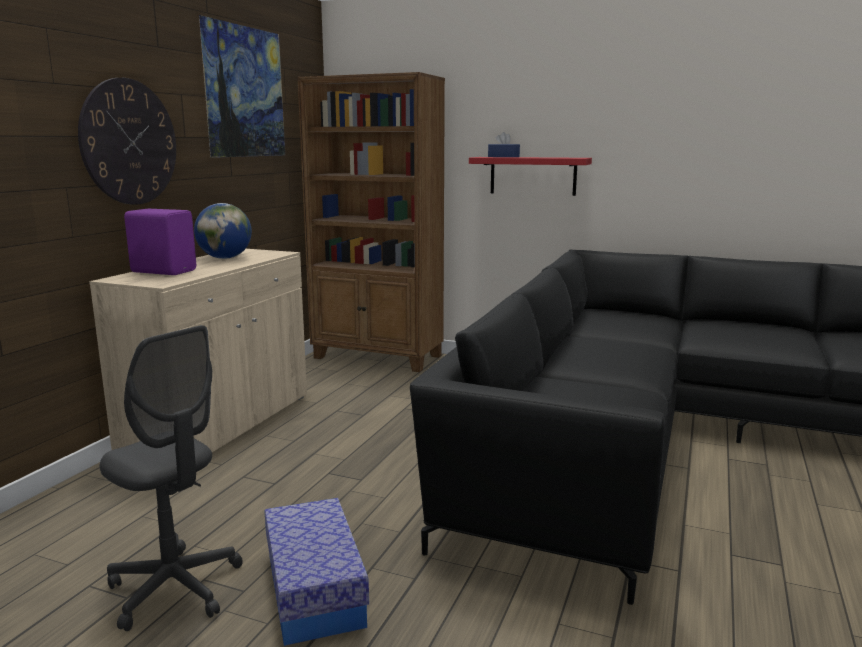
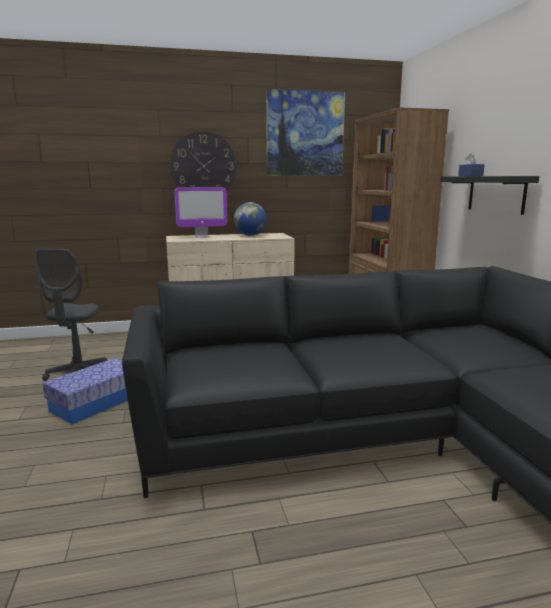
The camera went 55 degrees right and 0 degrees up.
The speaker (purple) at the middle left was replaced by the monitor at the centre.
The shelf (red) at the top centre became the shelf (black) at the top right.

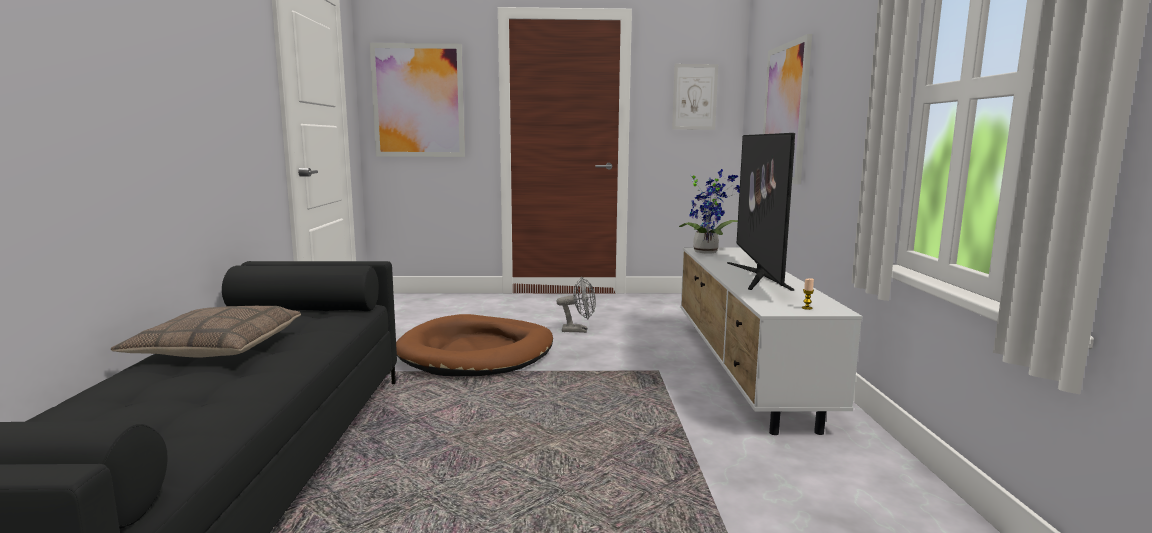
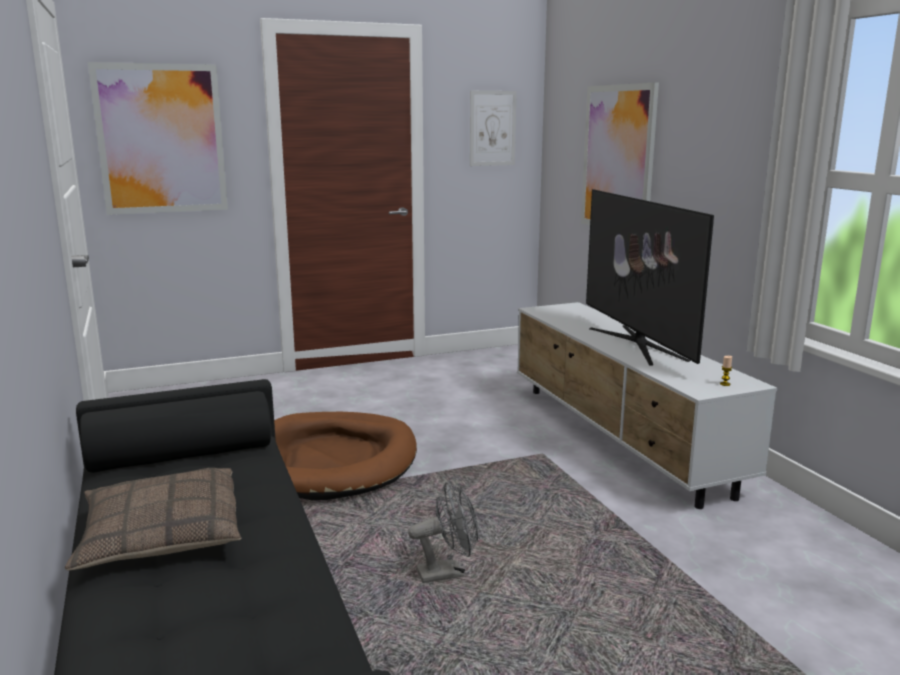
The camera went 20 degrees left and 5 degrees up.
The potted plant at the centre disappeared.
The fan (grey) moved from the centre to the bottom centre.

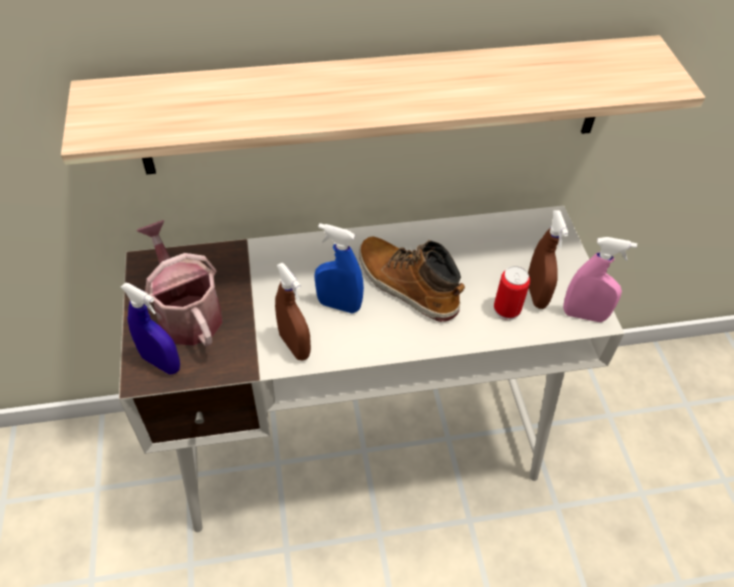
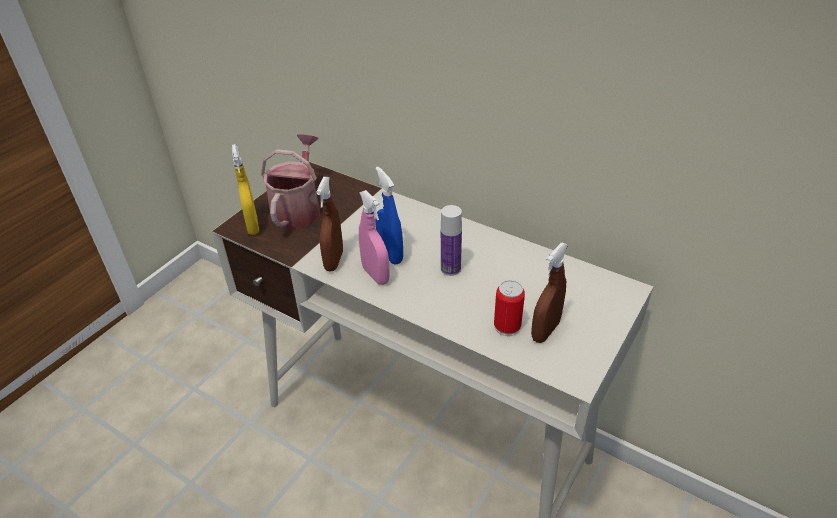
The camera went 45 degrees right and 10 degrees down.
The shelf at the top centre disappeared.
The spray bottle (pink) moved from the middle right to the centre.
The boot at the centre was replaced by the bottle at the centre.
The spray bottle (blue) (1st from left) at the middle left became the spray bottle (yellow) at the middle left.

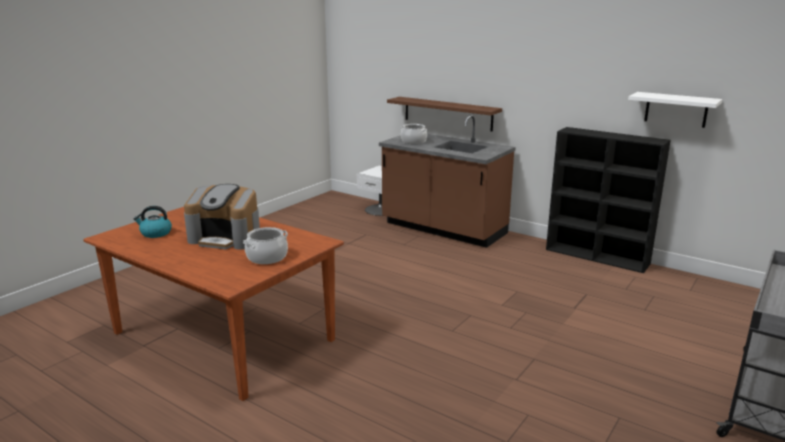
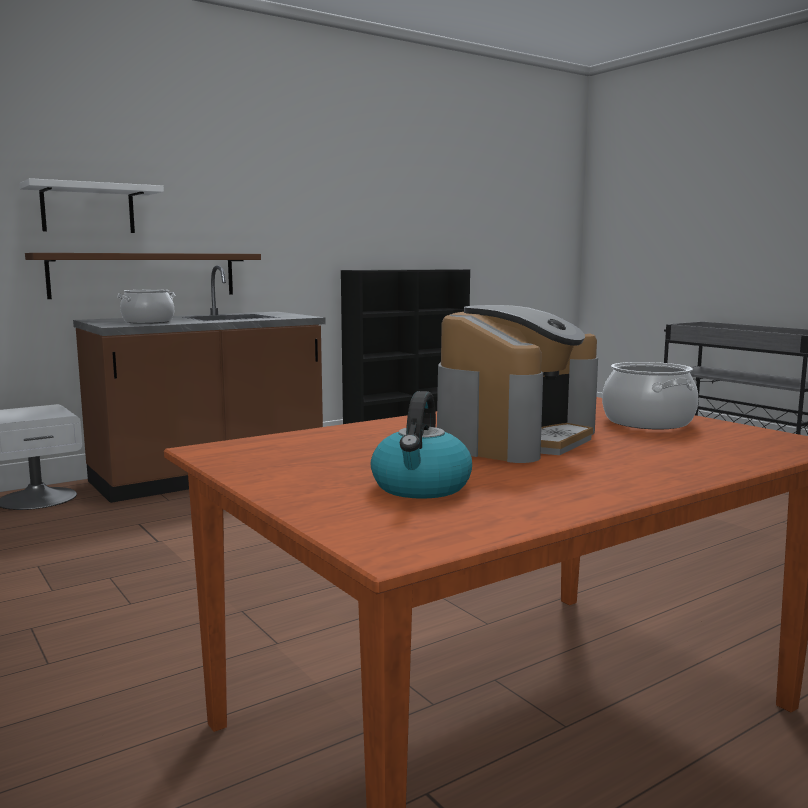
The camera went 70 degrees left and 10 degrees down.
The shelf (white) moved from the top right to the top left.

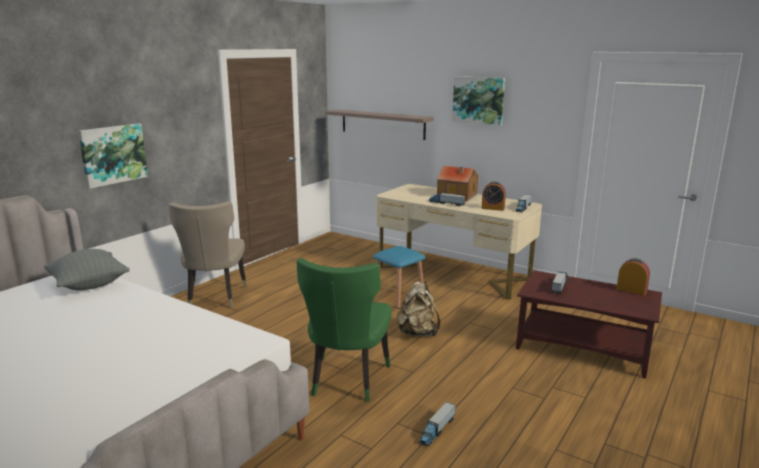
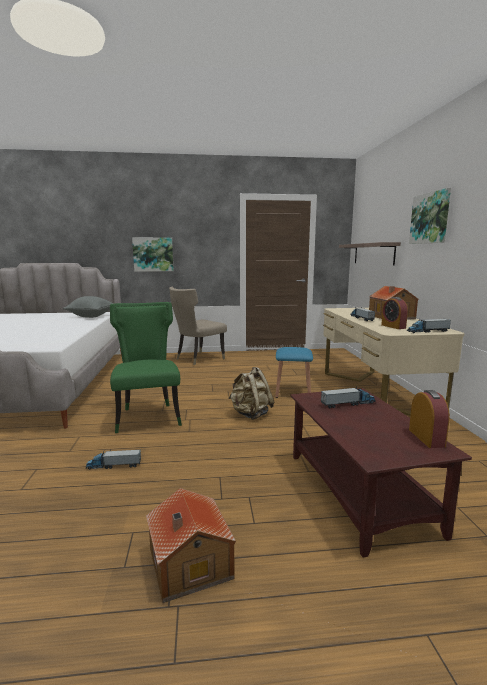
The camera went 50 degrees right and 5 degrees down.
The toy house (1st from left) at the bottom centre appeared.
The chair (green) at the bottom centre turned 105 degrees clockwise.

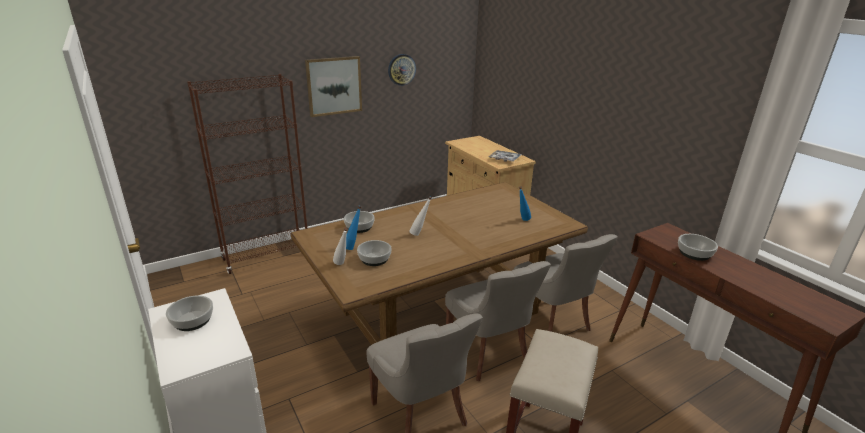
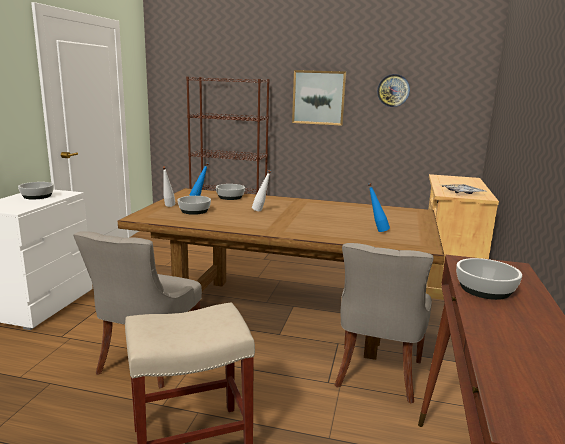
The camera went 45 degrees right and 10 degrees down.
The chair (grey) (2nd from left) at the bottom centre disappeared.

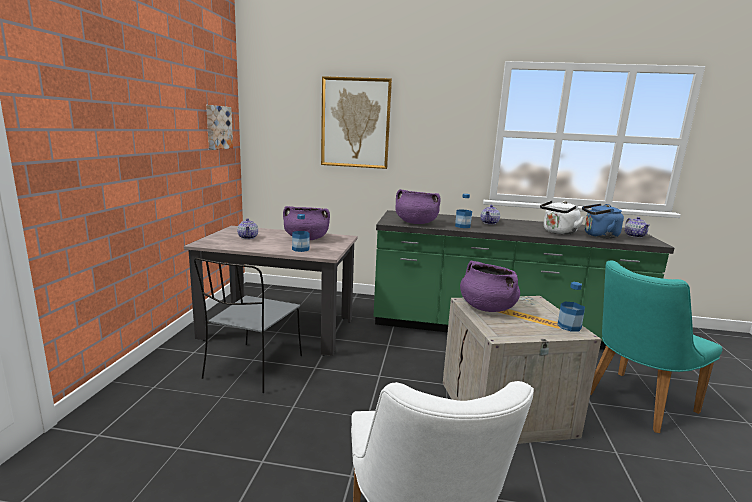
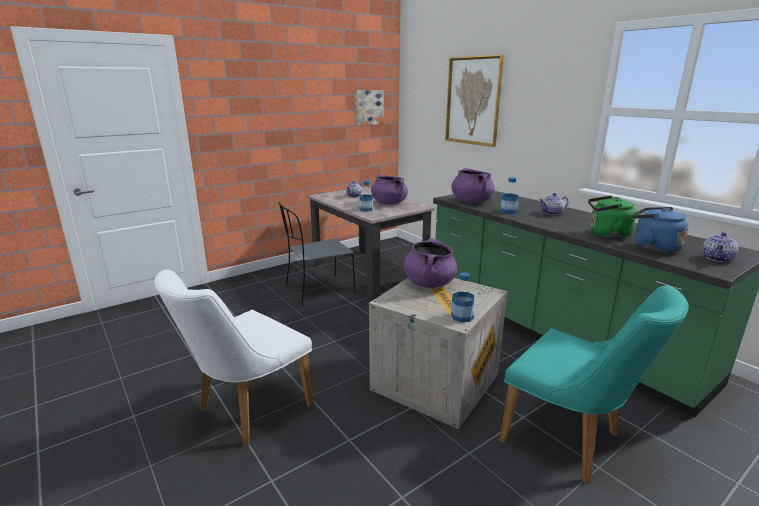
The camera went 45 degrees right and 5 degrees up.
The kettle (white) at the middle right became the kettle (green) at the middle right.
The chair (turquoise) at the bottom right turned 150 degrees counterclockwise.

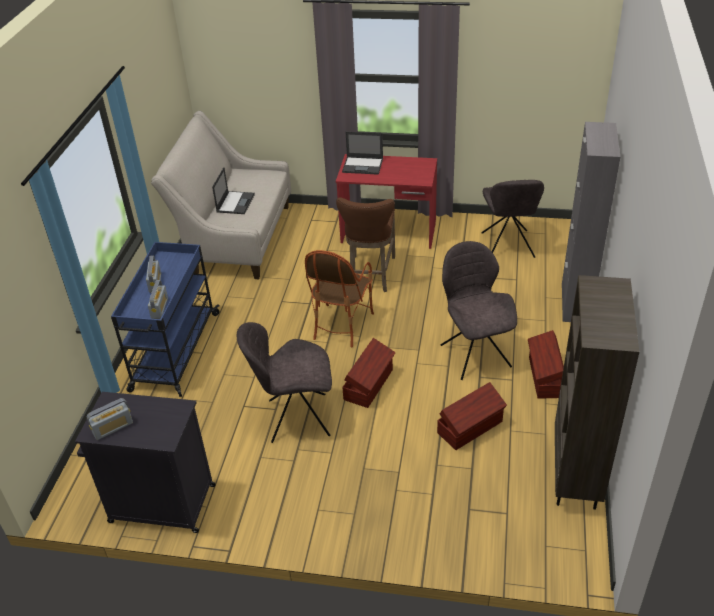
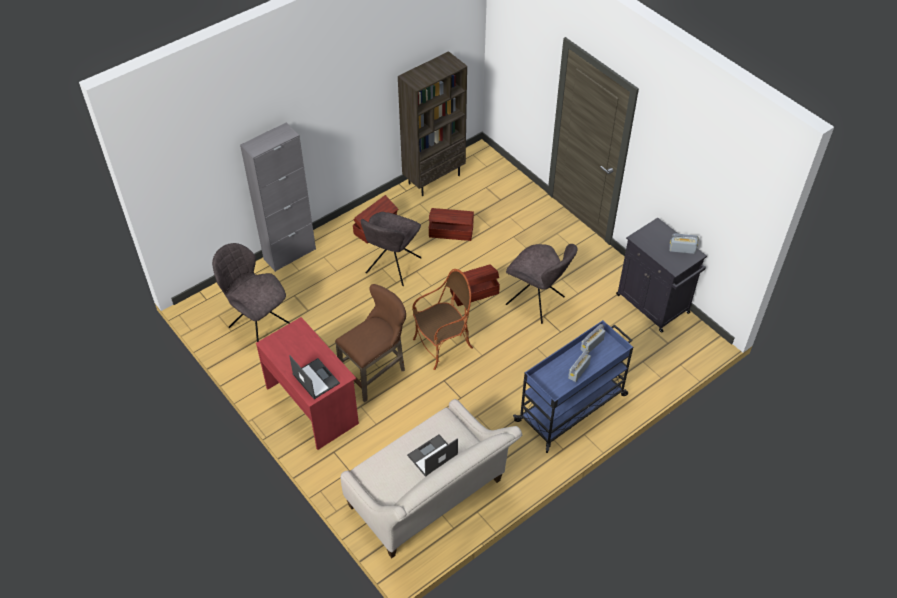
The camera went 140 degrees left and 10 degrees up.
The chair (grey) (3rd from left in the first image) at the middle right turned 90 degrees counterclockwise.

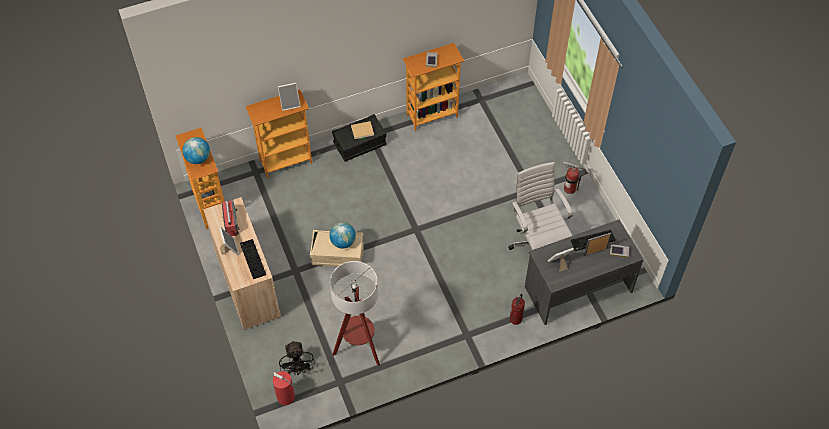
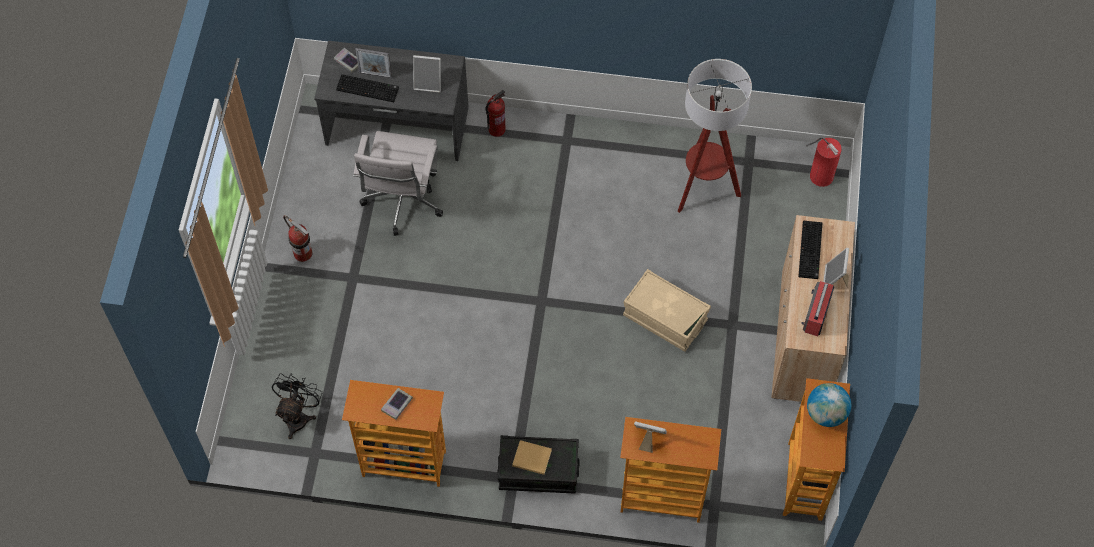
The camera went 150 degrees left and 5 degrees up.
The globe (2nd from left) at the centre disappeared.
The fan (black) moved from the bottom centre to the bottom left.

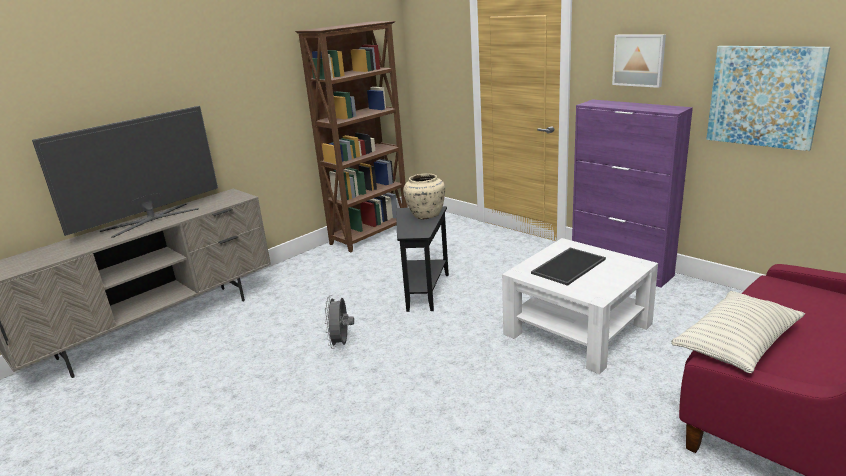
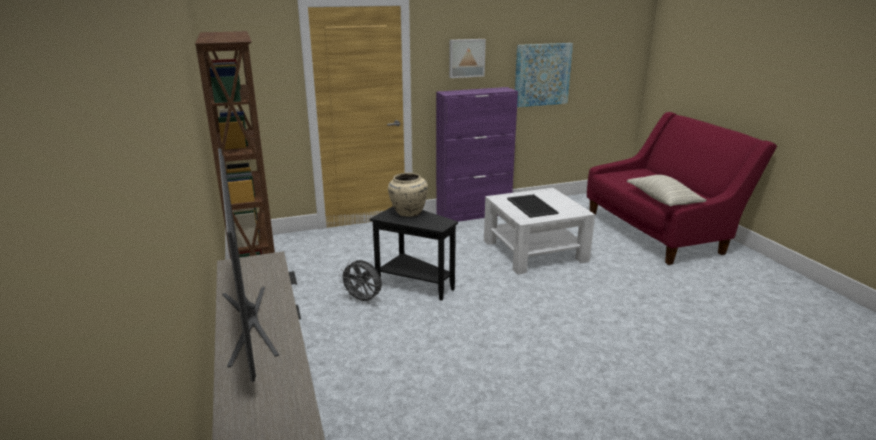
The camera went 65 degrees left and 0 degrees up.
The fan (grey) moved from the bottom centre to the centre.

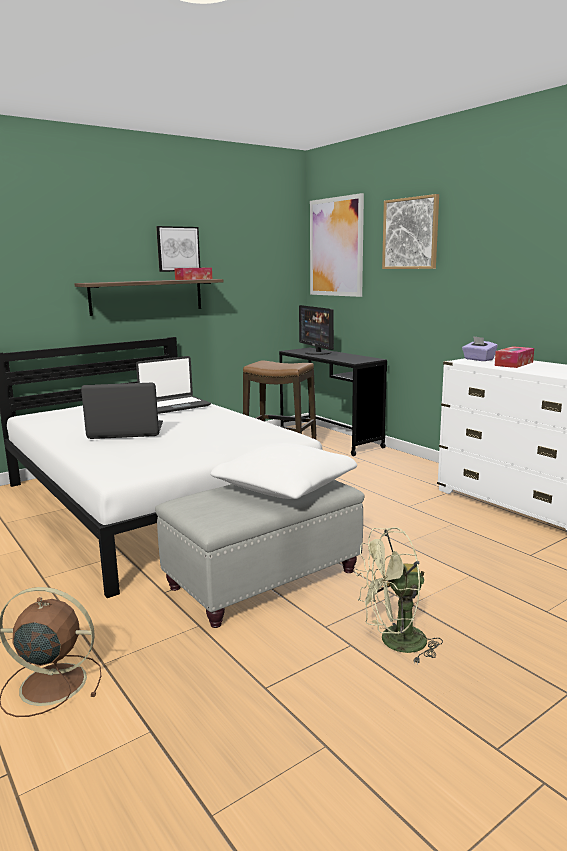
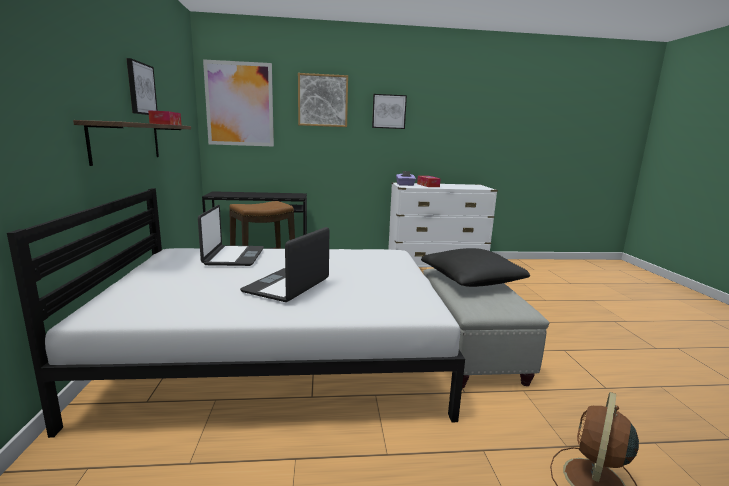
The camera went 60 degrees left and 0 degrees up.
The monitor at the centre disappeared.
The fan (green) at the bottom right disappeared.
The picture (4th from left) at the top centre appeared.
The pillow (white) at the centre became the pillow (black) at the centre.

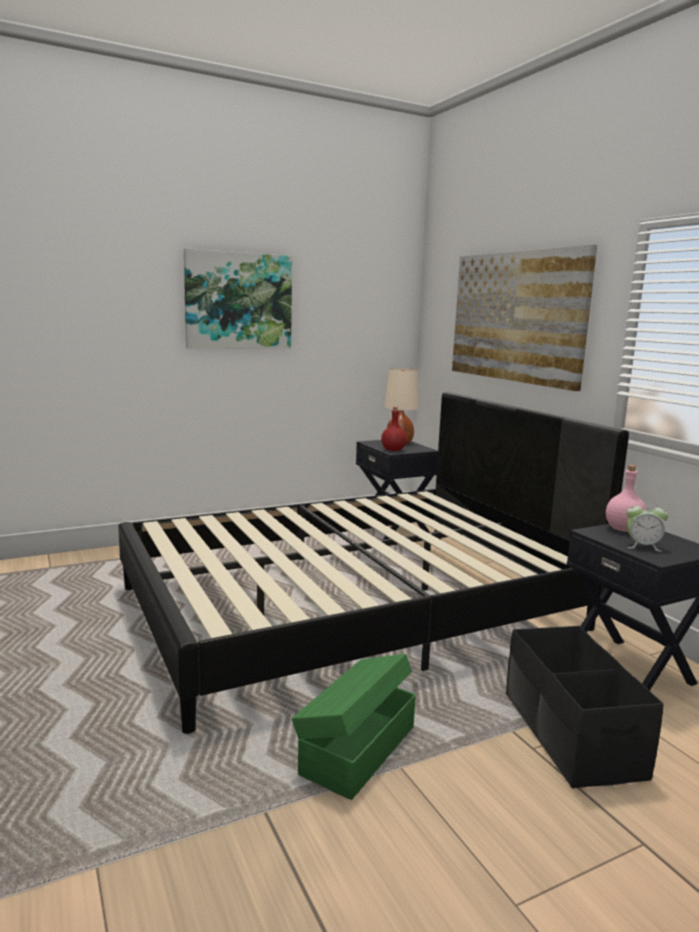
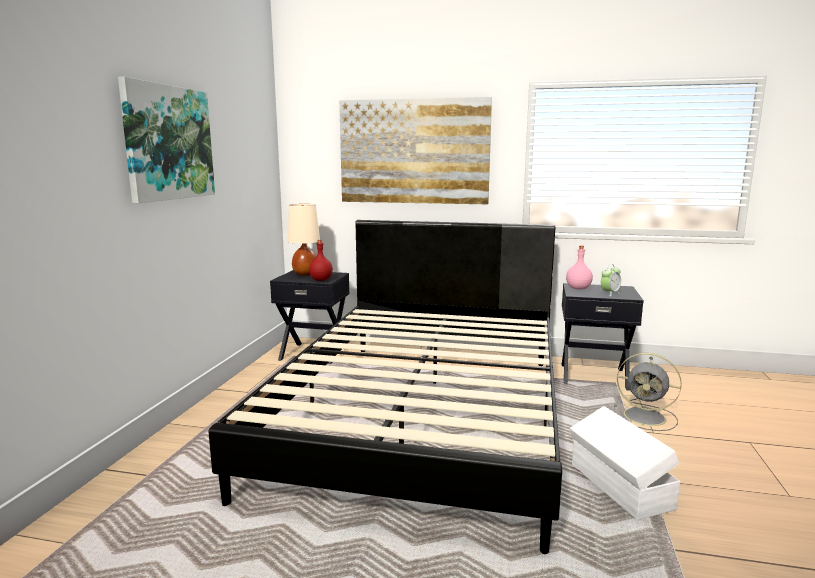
The camera went 50 degrees left and 0 degrees up.
The storage box (black) at the bottom right was replaced by the fan (grey) at the bottom right.
The storage box (green) at the bottom centre became the storage box (white) at the bottom right.

